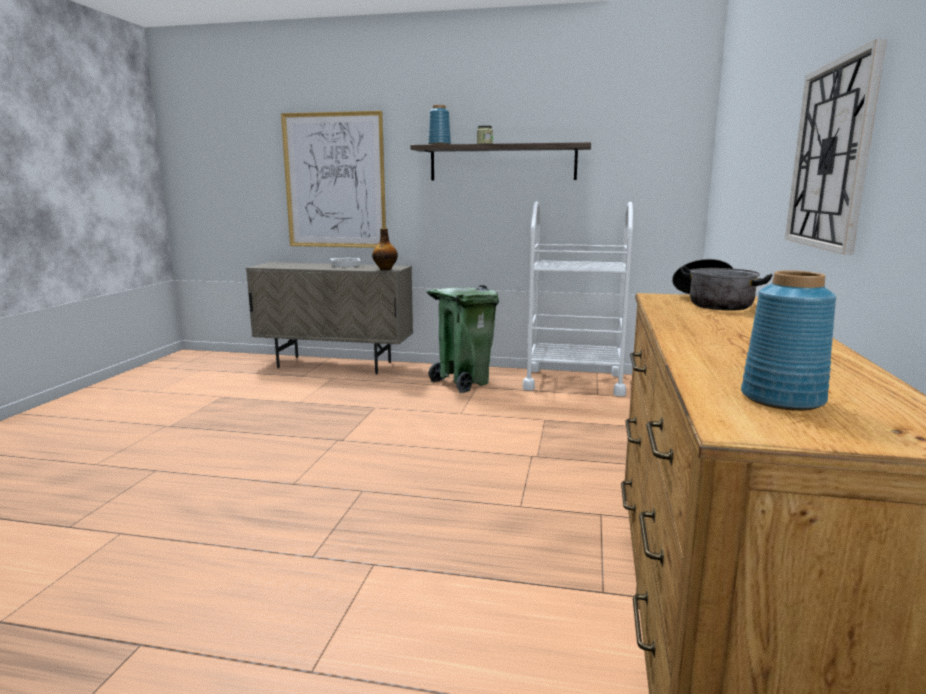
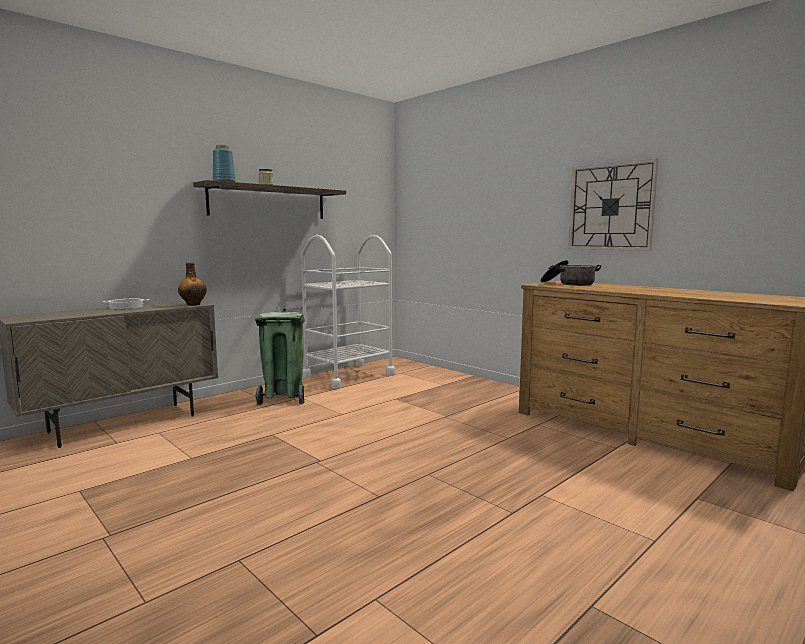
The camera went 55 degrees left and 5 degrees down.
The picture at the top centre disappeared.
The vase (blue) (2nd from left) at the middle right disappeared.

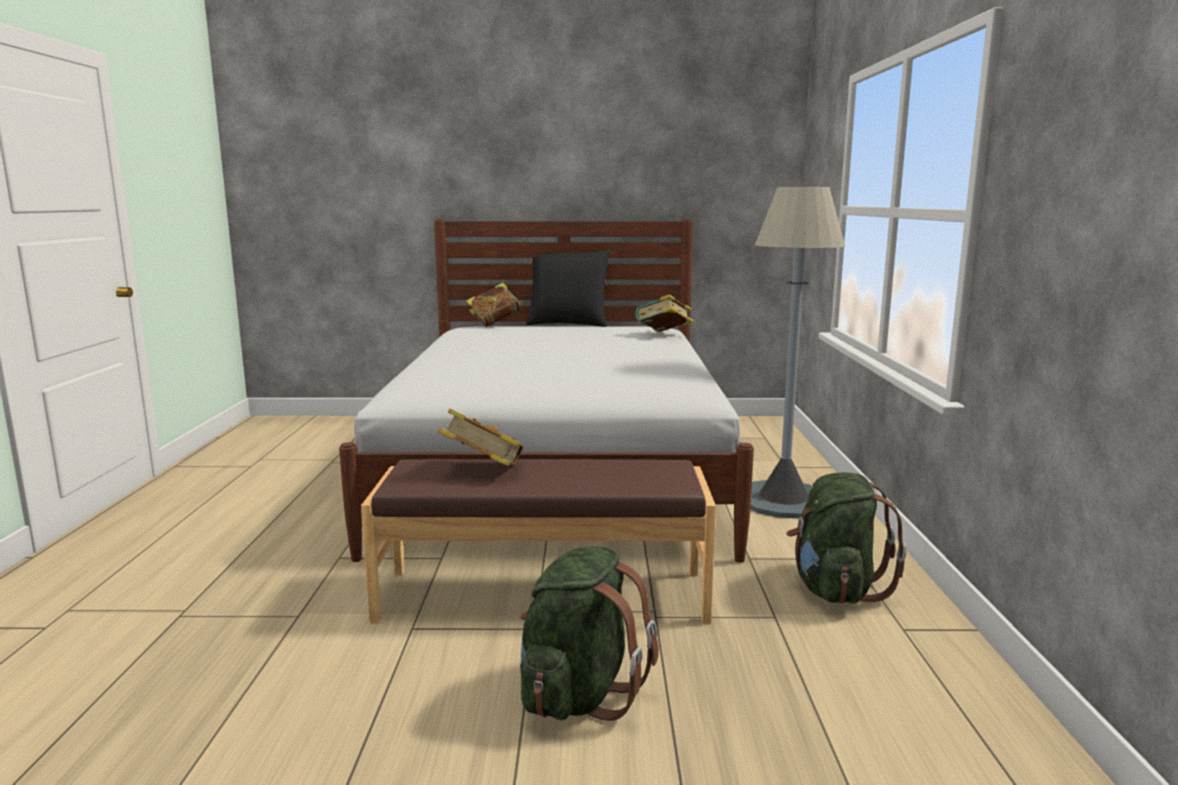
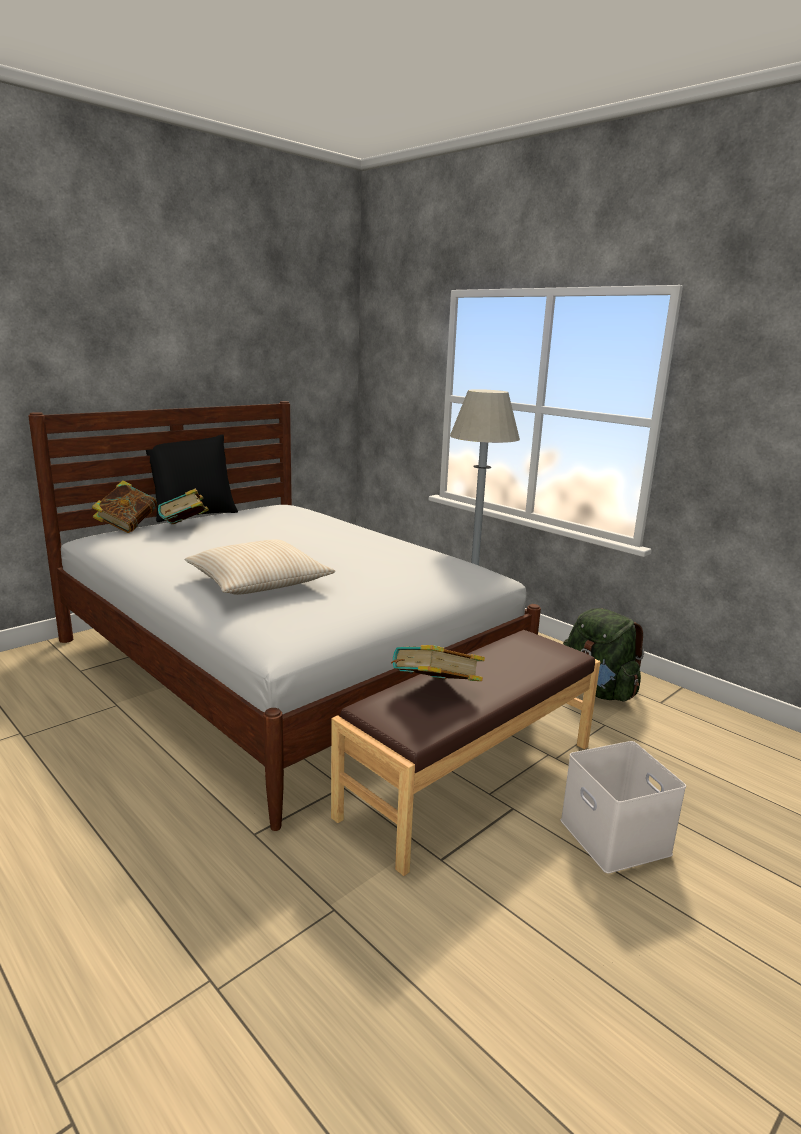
The camera went 45 degrees left and 5 degrees up.
The pillow (beige) at the middle left appeared.
The book (3rd from left in the first image) moved from the centre to the middle left.
The backpack (green) (1st from left) at the bottom centre was replaced by the storage box (white) at the bottom right.

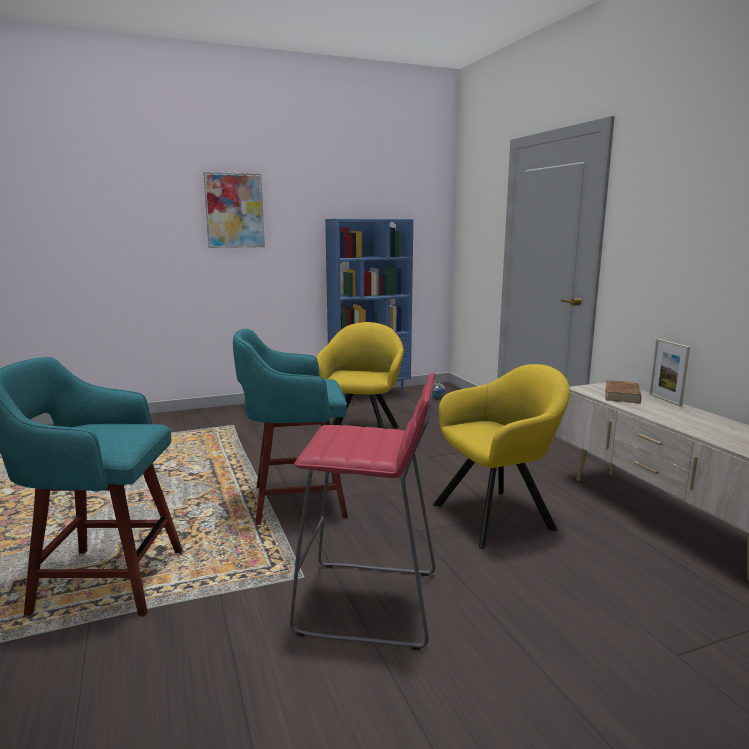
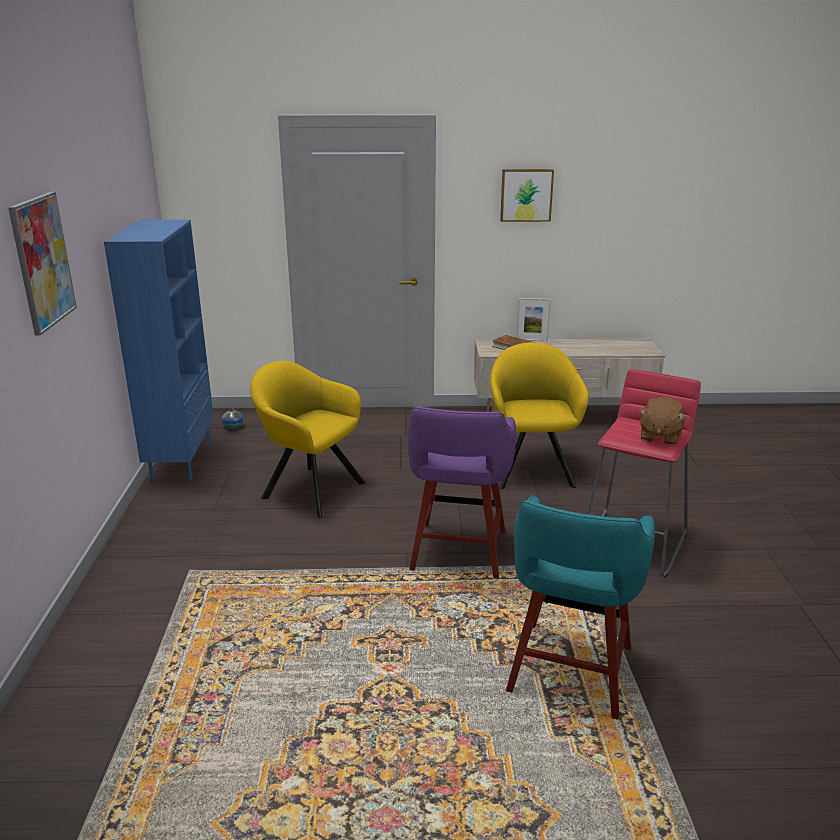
The camera went 70 degrees left and 10 degrees up.
The picture (2nd from left) at the top centre appeared.
The plush toy (brown) at the middle right appeared.
The stool (turquoise) (2nd from left) at the centre became the stool (purple) at the centre.

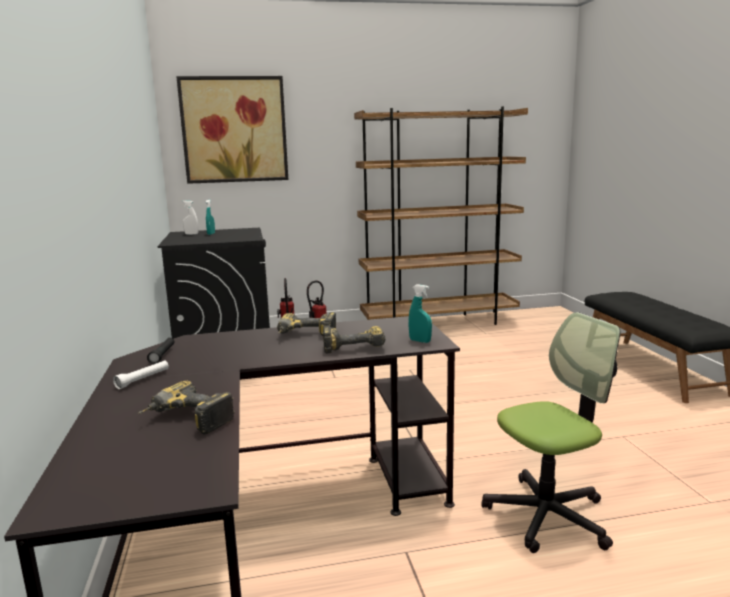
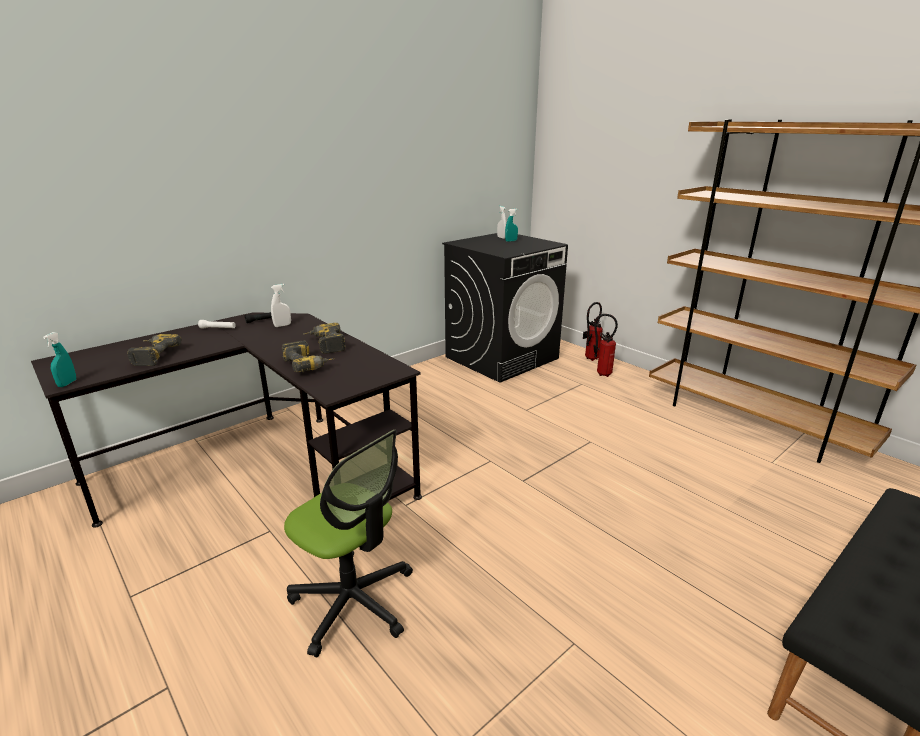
The camera went 60 degrees right and 10 degrees up.
The picture at the top left disappeared.
The spray bottle (white) (1st from left) at the middle left appeared.
The spray bottle (turquoise) (2nd from left in the first image) moved from the centre to the middle left.

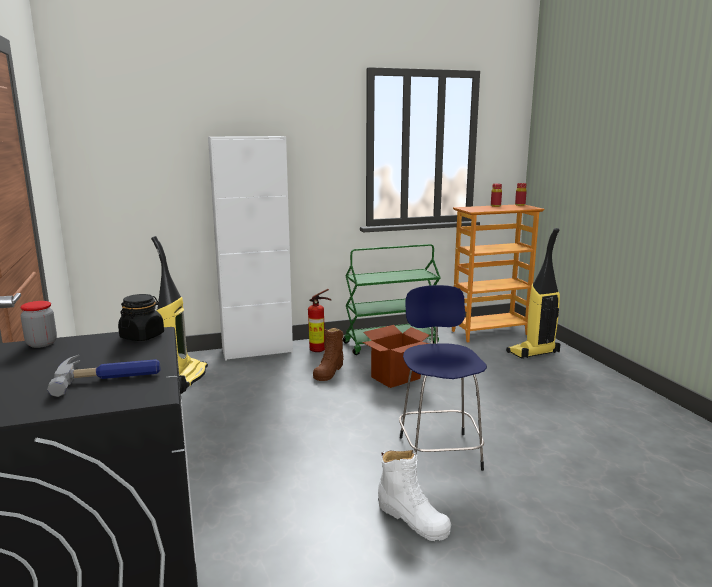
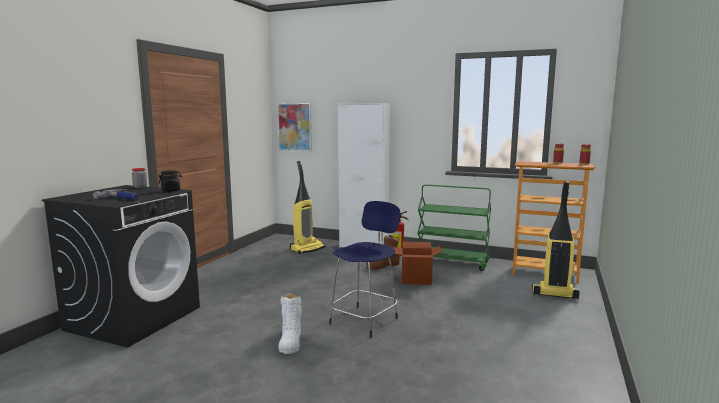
The camera went 40 degrees right and 5 degrees down.
The picture at the top centre appeared.

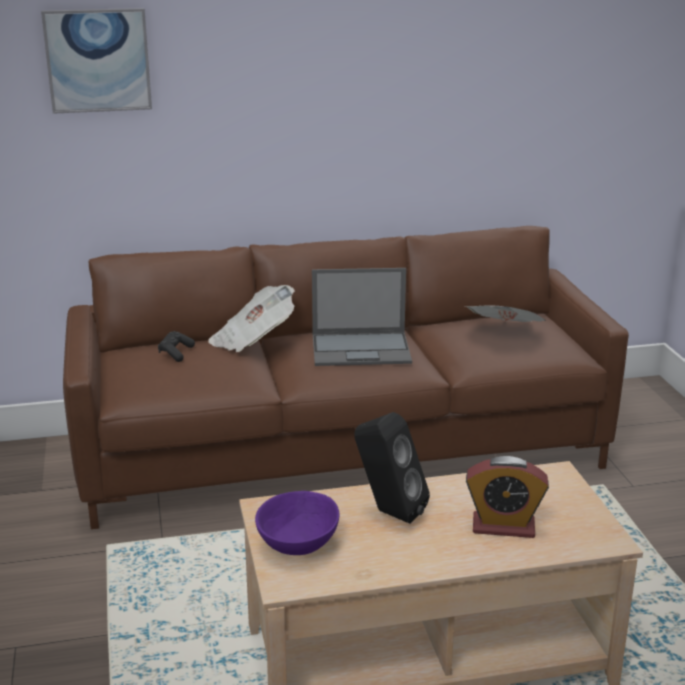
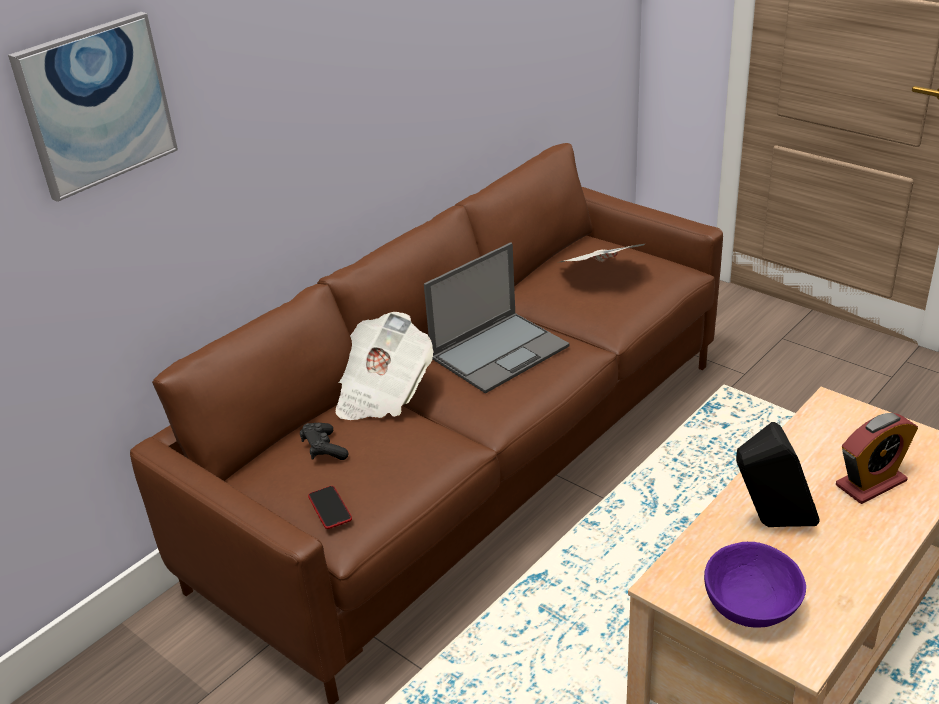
The camera went 35 degrees left and 10 degrees up.
The phone at the bottom centre appeared.

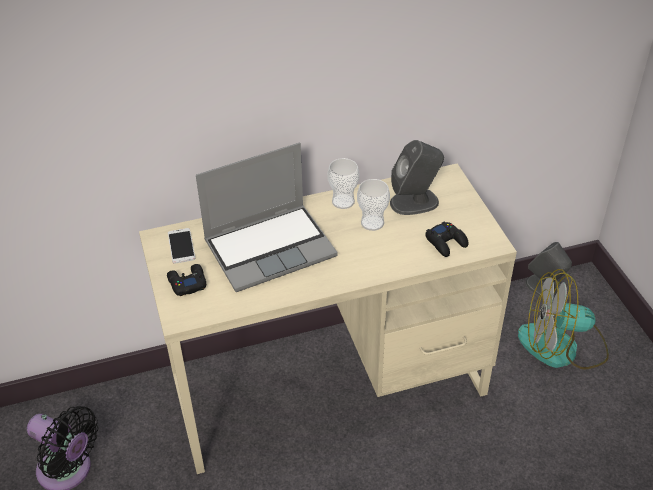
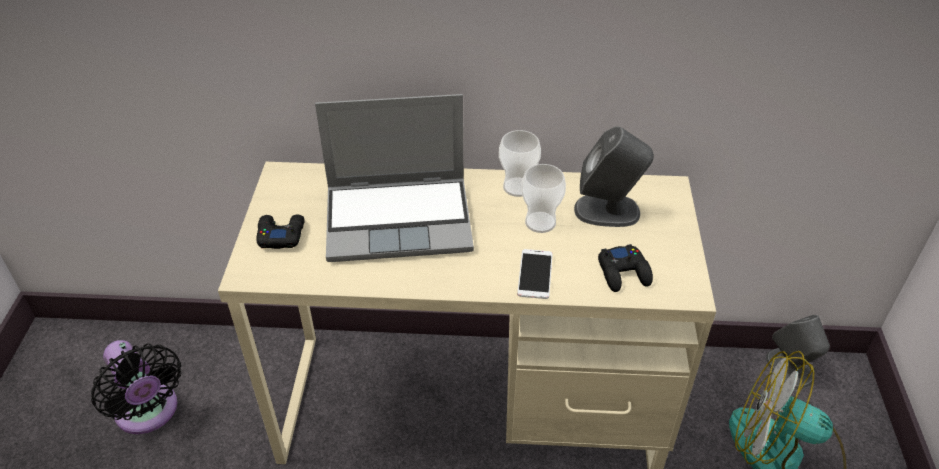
The camera went 20 degrees right and 0 degrees up.
The phone moved from the middle left to the centre.

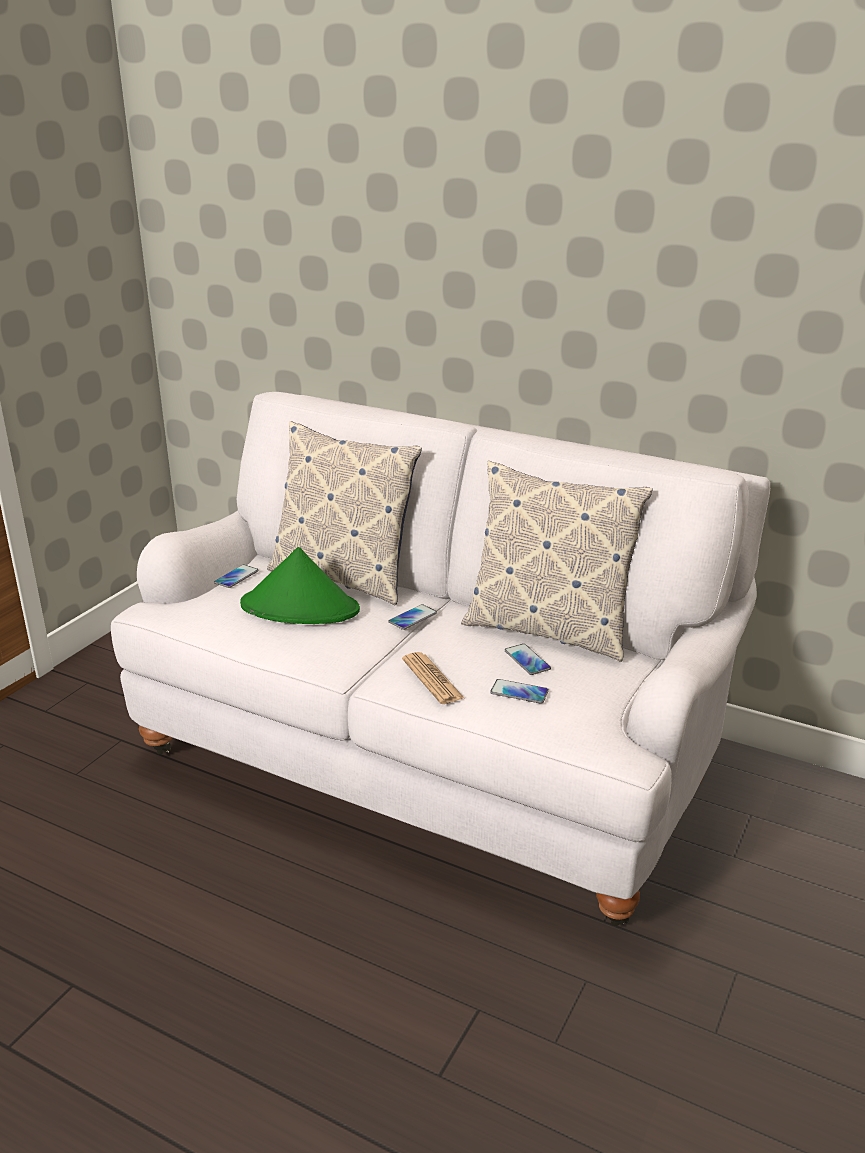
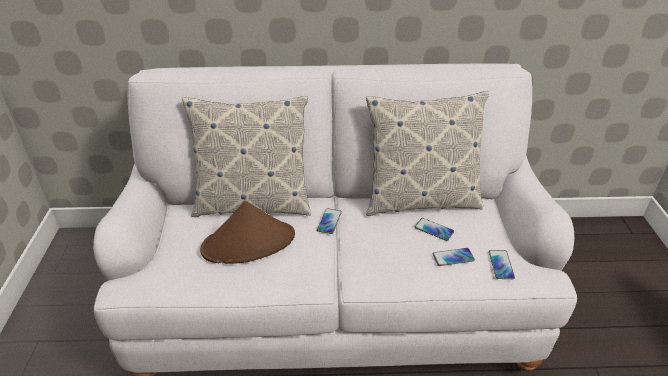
The camera went 30 degrees left and 10 degrees up.
The newspaper at the centre disappeared.
The phone (1st from left in the first image) moved from the middle left to the bottom right.
The hat (green) at the centre became the hat (brown) at the centre.

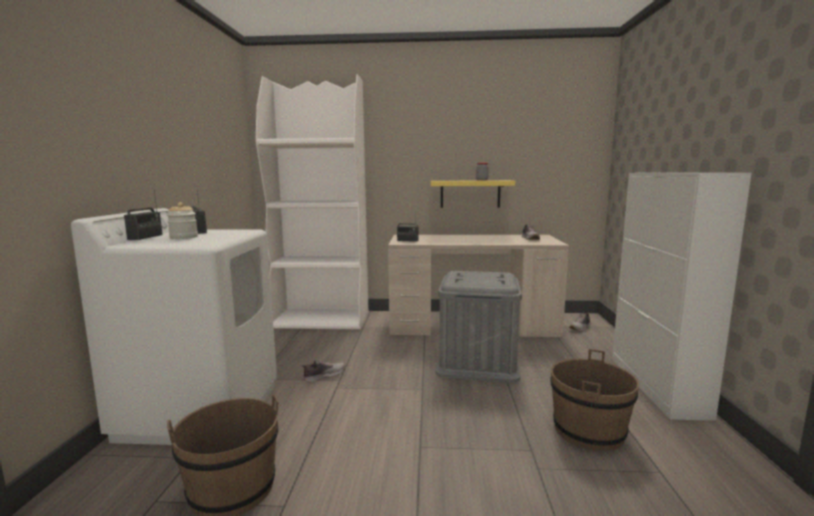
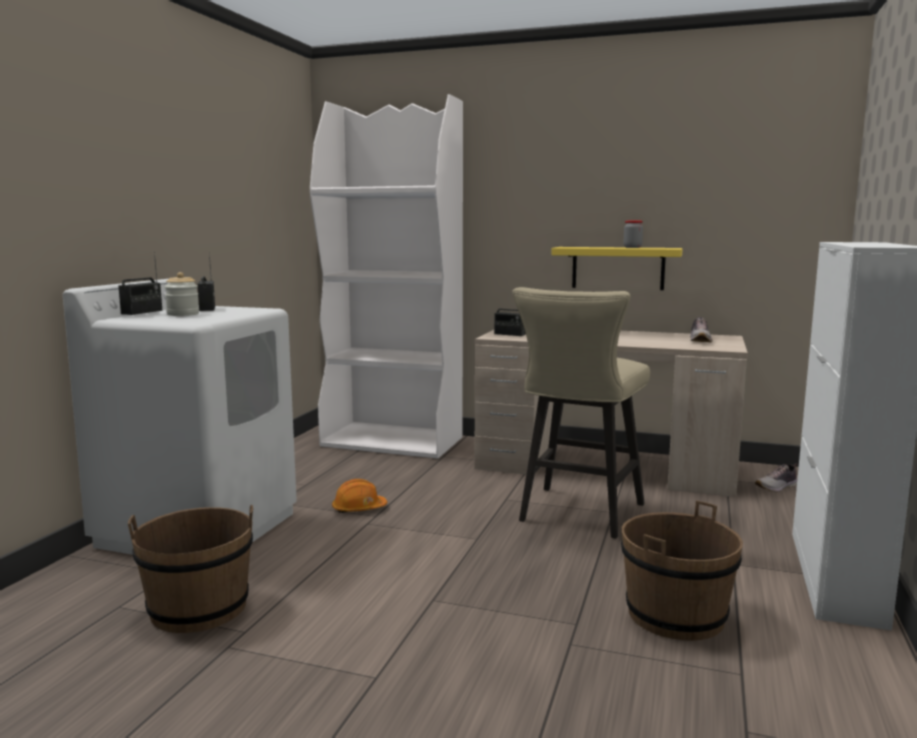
The camera went 15 degrees right and 0 degrees up.
The shoe (1st from left) at the bottom centre was replaced by the hard hat (orange) at the bottom centre.
The storage box (grey) at the centre was replaced by the stool (beige) at the centre.

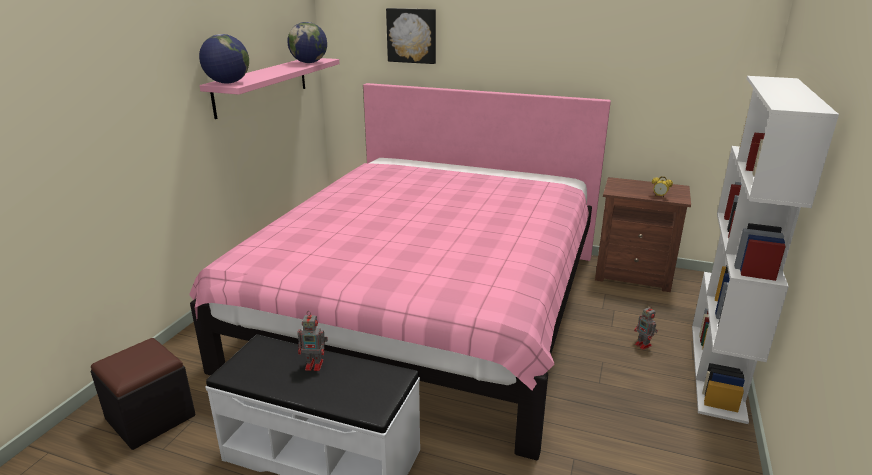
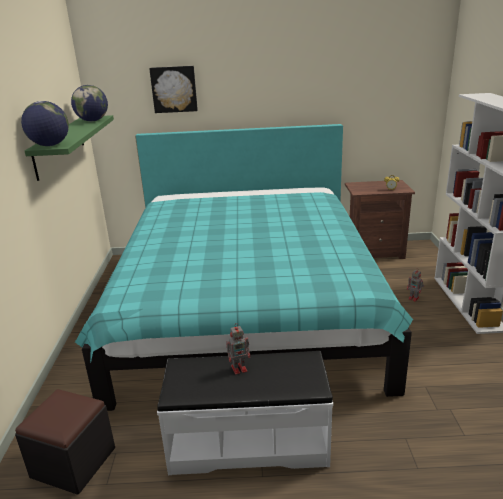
The camera went 20 degrees left and 0 degrees up.
The bed (pink) at the centre became the bed (turquoise) at the centre.
The shelf (pink) at the top left became the shelf (green) at the top left.

